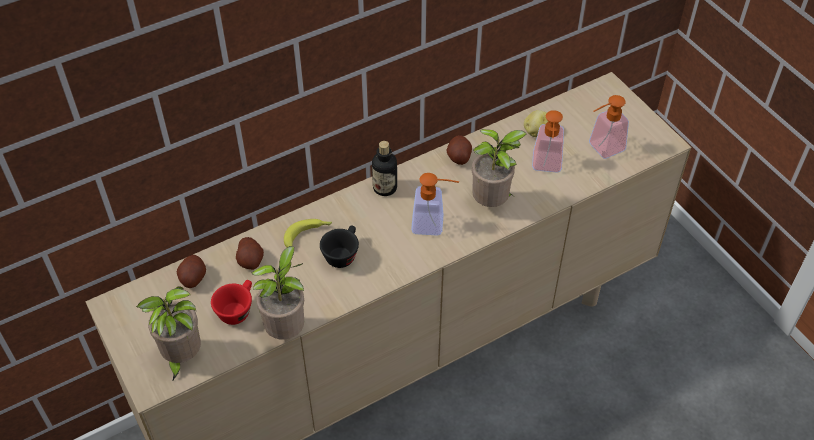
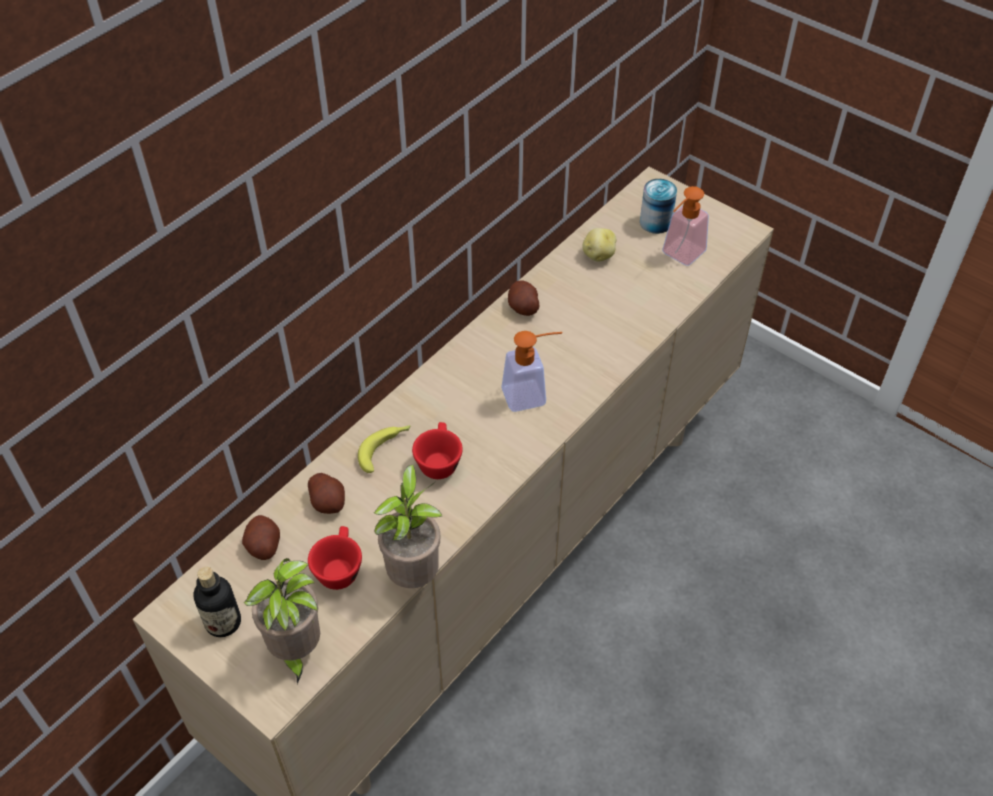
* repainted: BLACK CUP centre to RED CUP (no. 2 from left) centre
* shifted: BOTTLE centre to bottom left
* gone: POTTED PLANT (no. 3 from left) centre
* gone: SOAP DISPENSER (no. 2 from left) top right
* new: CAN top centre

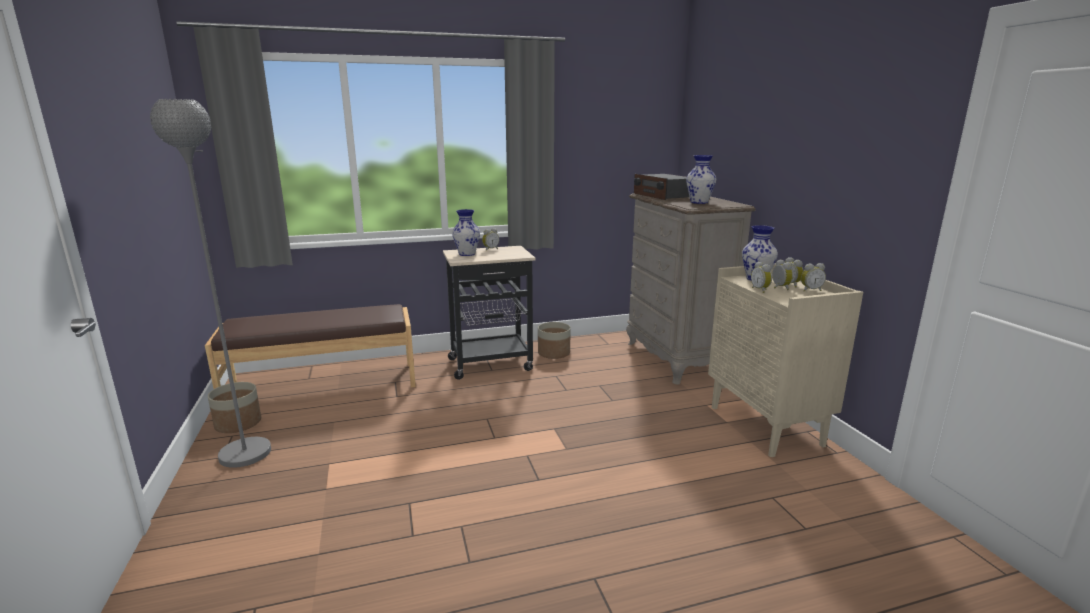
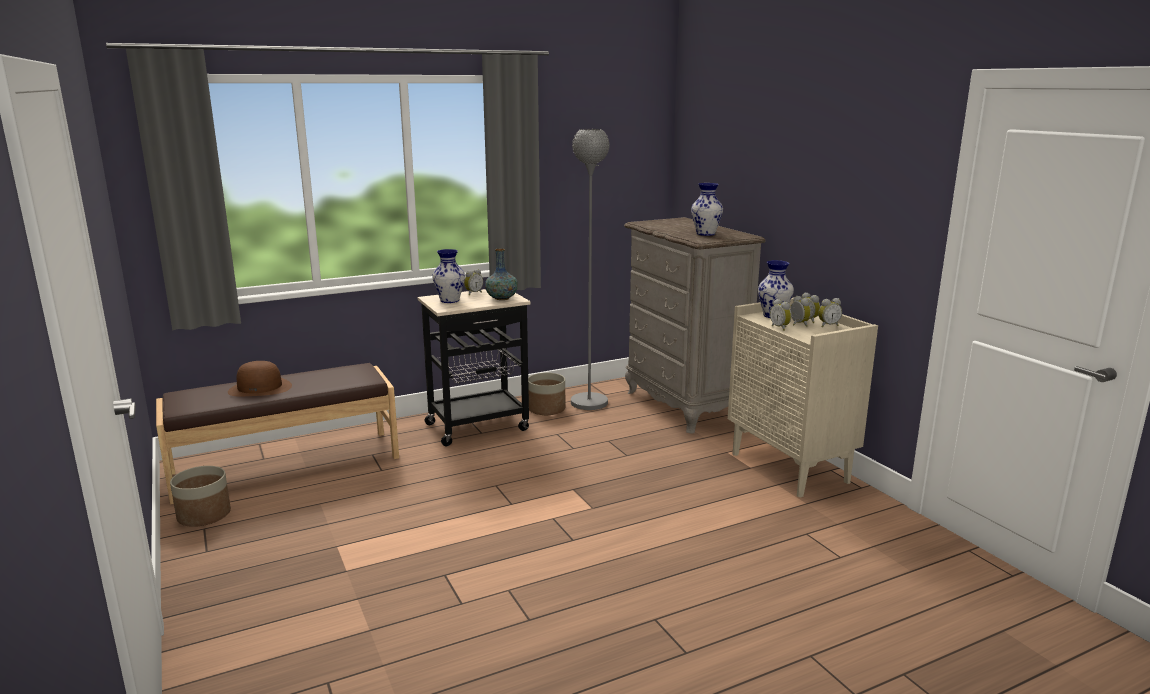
* shifted: GREY FLOOR LAMP middle left to centre
* gone: RADIO top centre
* new: BROWN HAT middle left
* new: VASE (no. 2 from left) centre

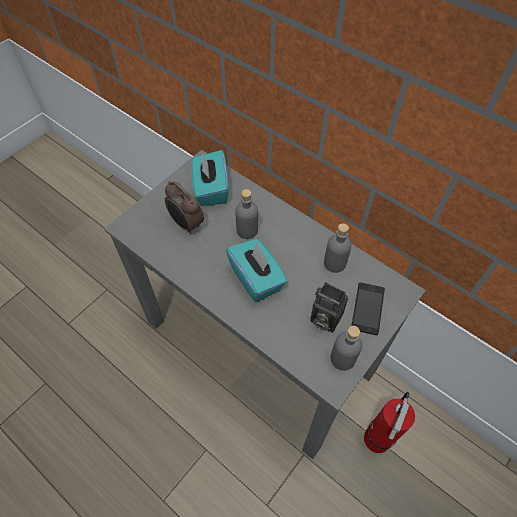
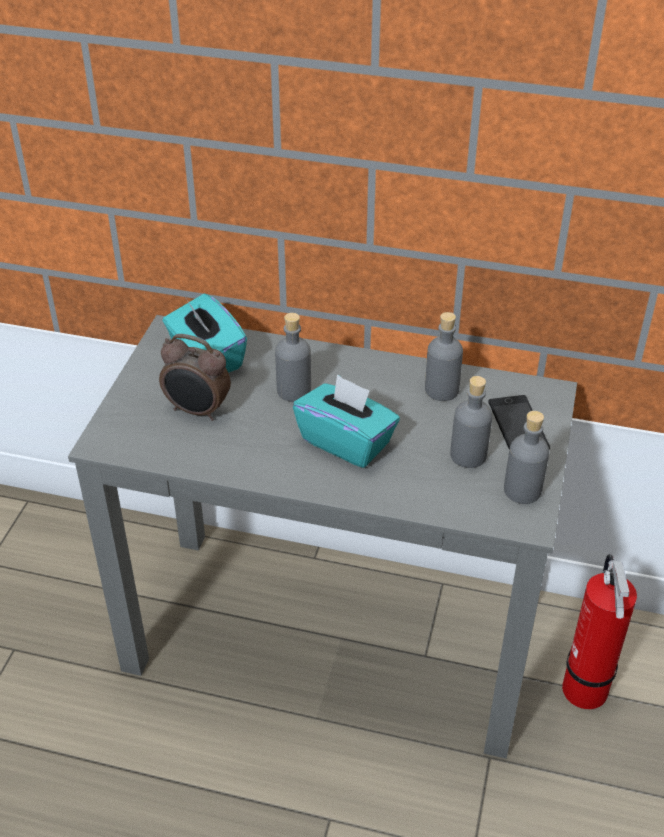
* swapped: PHOTO CAMERA centre to GREY BOTTLE (no. 3 from left) middle right

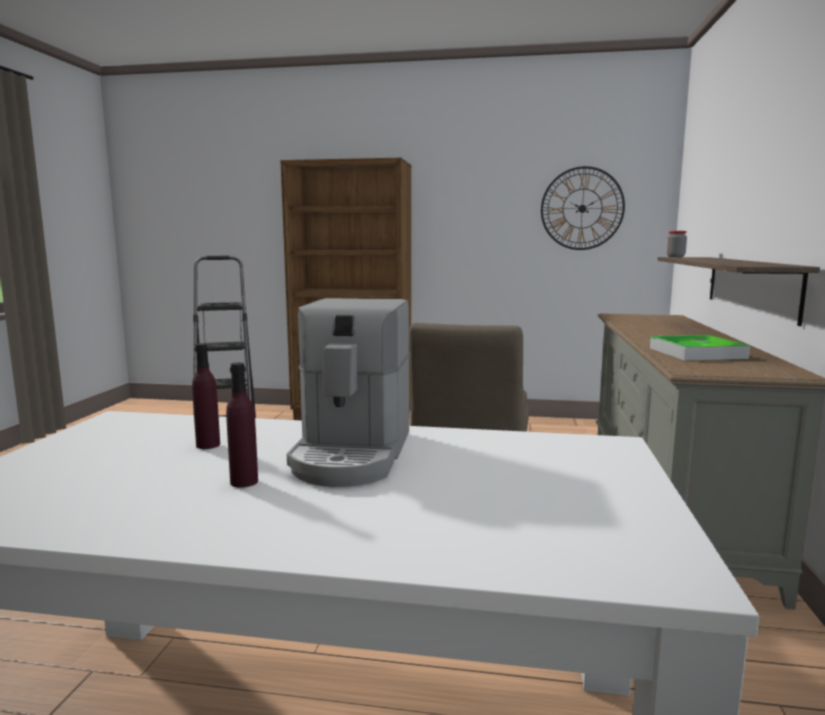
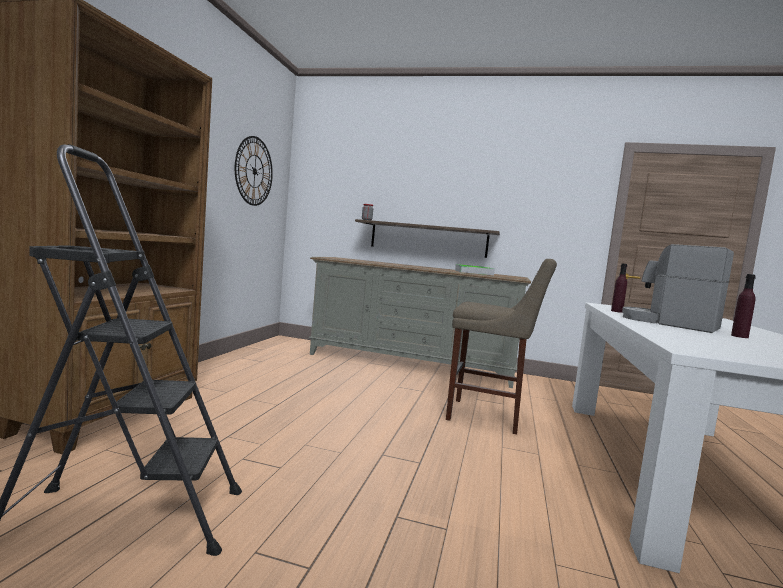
* shifted: PURPLE BOTTLE (no. 1 from left) middle left to middle right
* rotated: COFFEE MACHINE centre = middle right 150 degrees counterclockwise

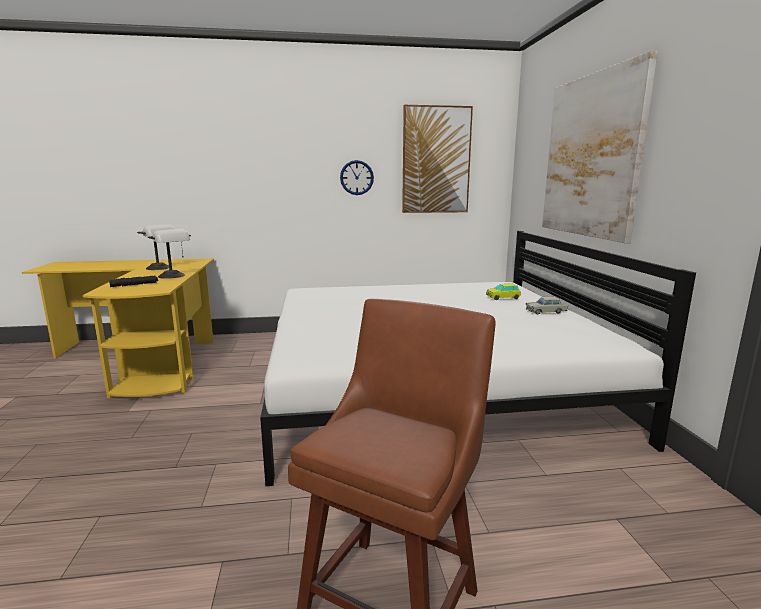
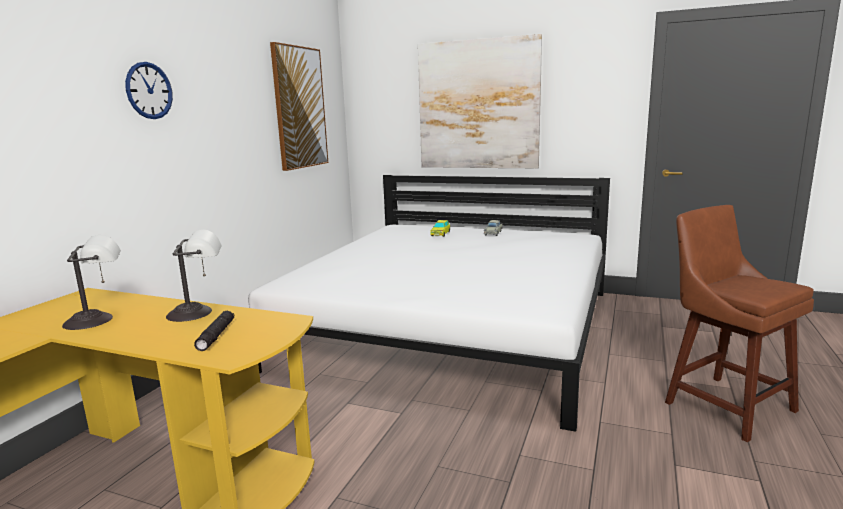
* shifted: WALL CLOCK top centre to top left

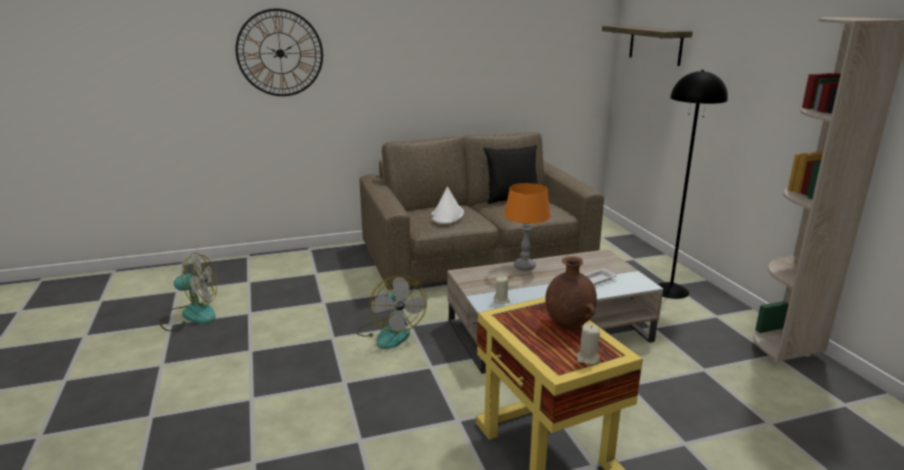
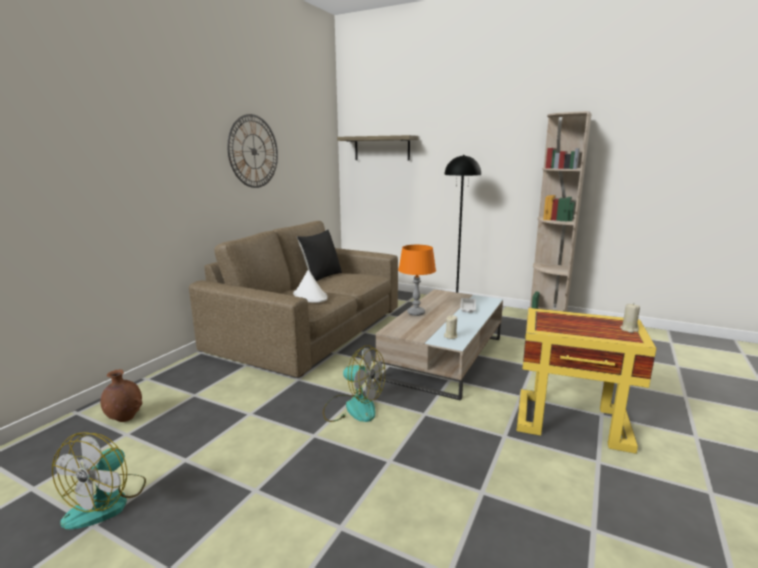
* rotated: FAN (no. 1 from left) middle left = bottom left 150 degrees clockwise
* shifted: WALL CLOCK top left to top centre
* shifted: BROWN VASE centre to bottom left

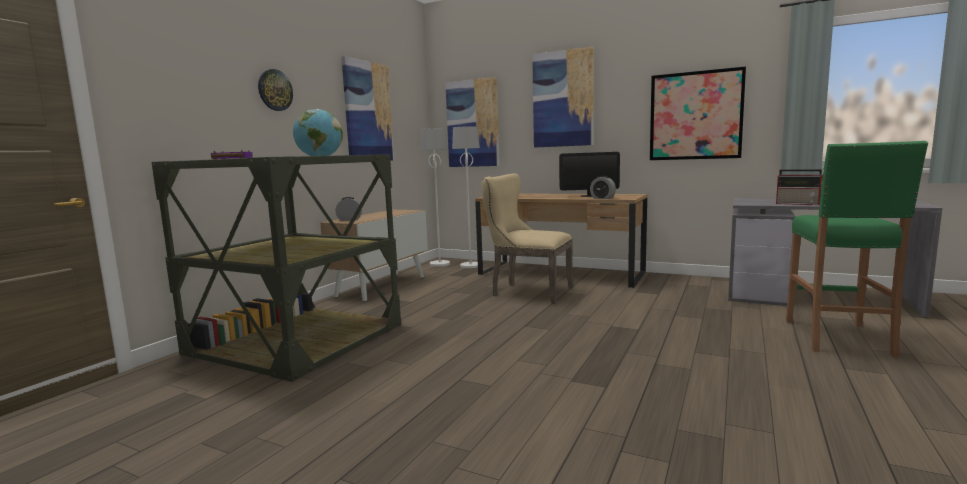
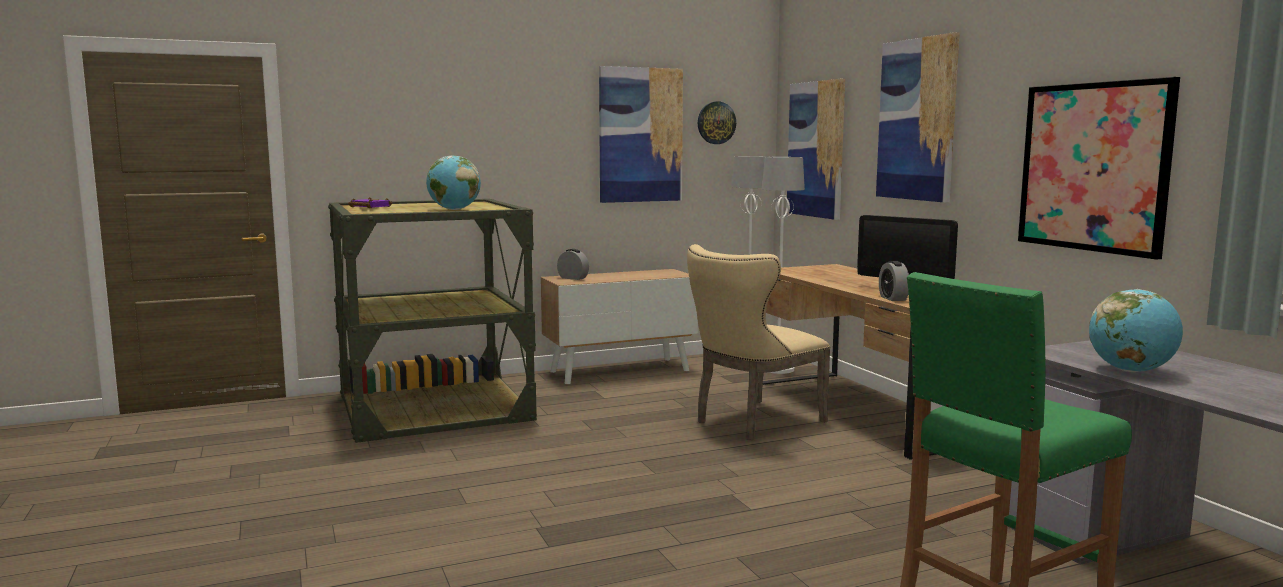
* shifted: WALL CLOCK top left to top centre
* rotated: BEIGE CHAIR centre = centre 105 degrees counterclockwise
* swapped: RADIO middle right to GLOBE (no. 2 from left) middle right

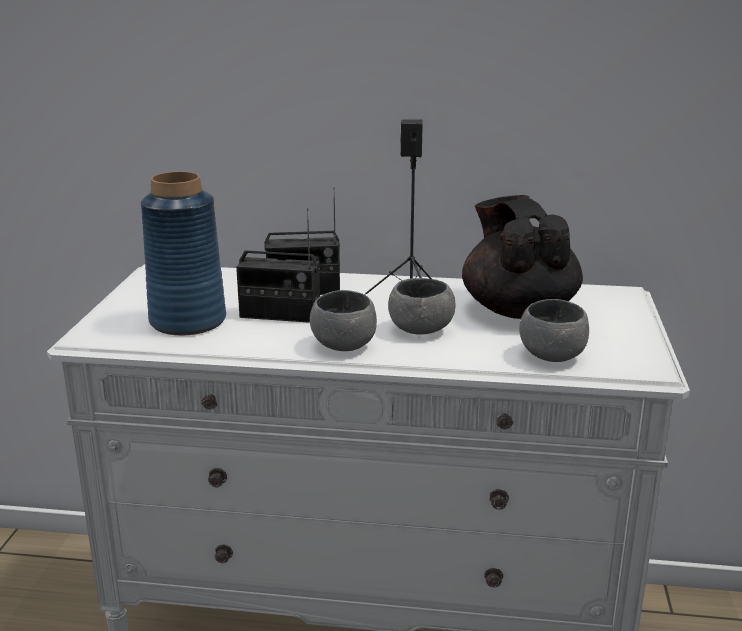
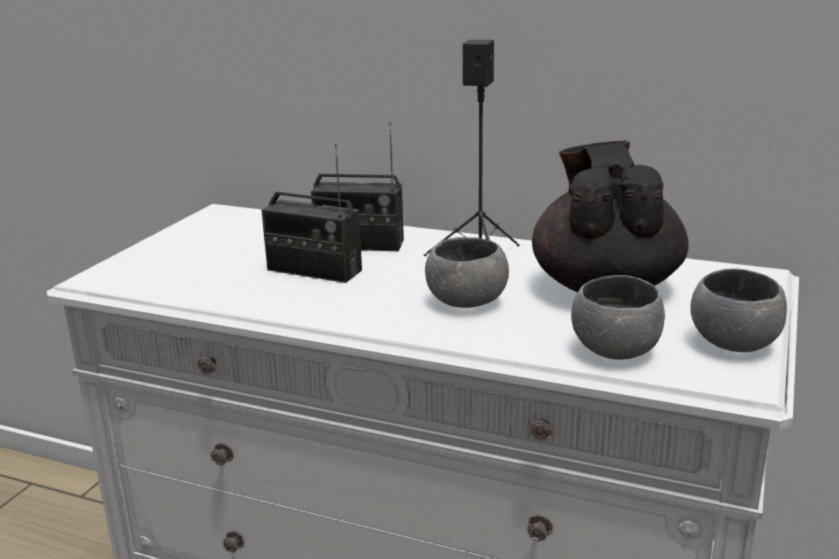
* gone: BLUE VASE middle left
* shifted: GREY BOWL (no. 1 from left in the first image) centre to GREY BOWL (no. 3 from left) middle right

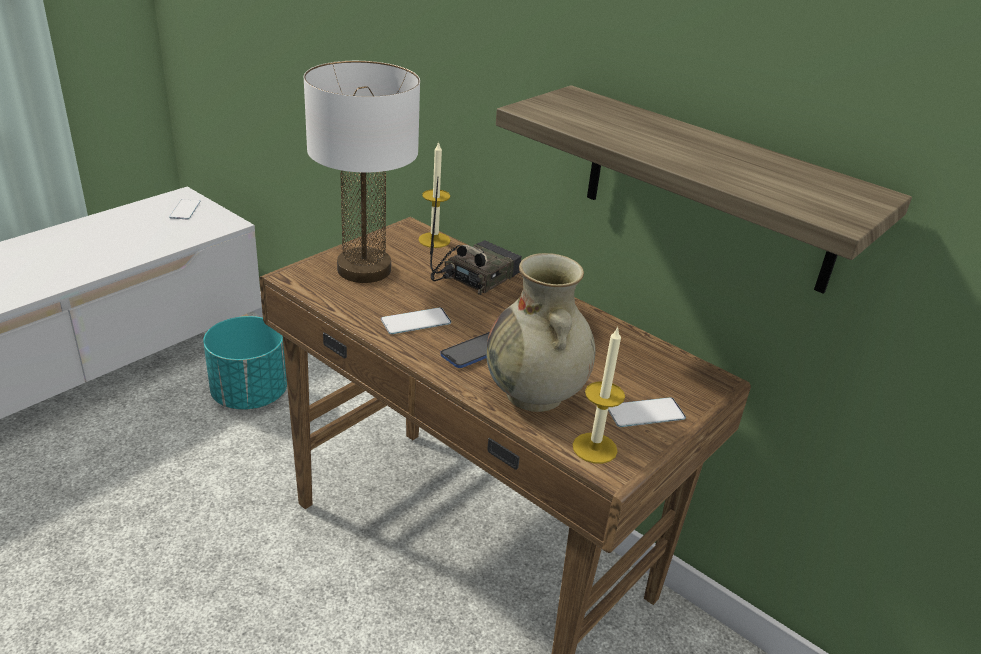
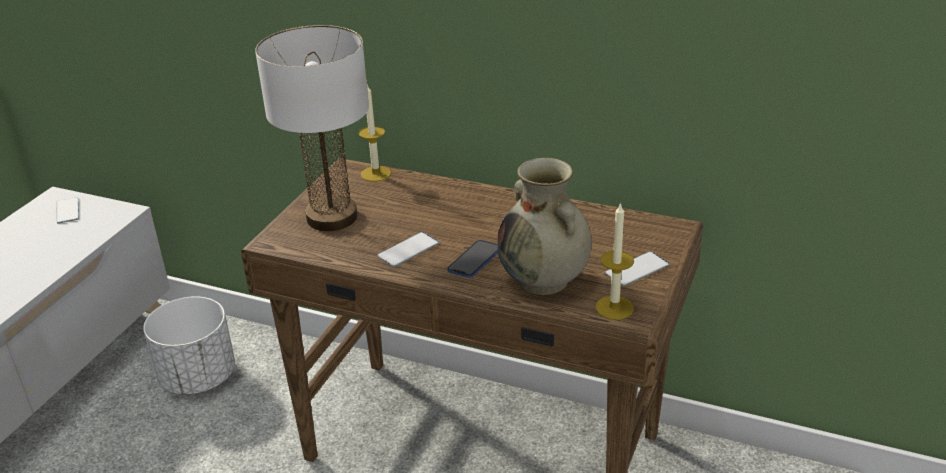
* repainted: TURQUOISE PLANTER middle left to WHITE PLANTER bottom left
* gone: RADIO centre
* gone: SHELF top right

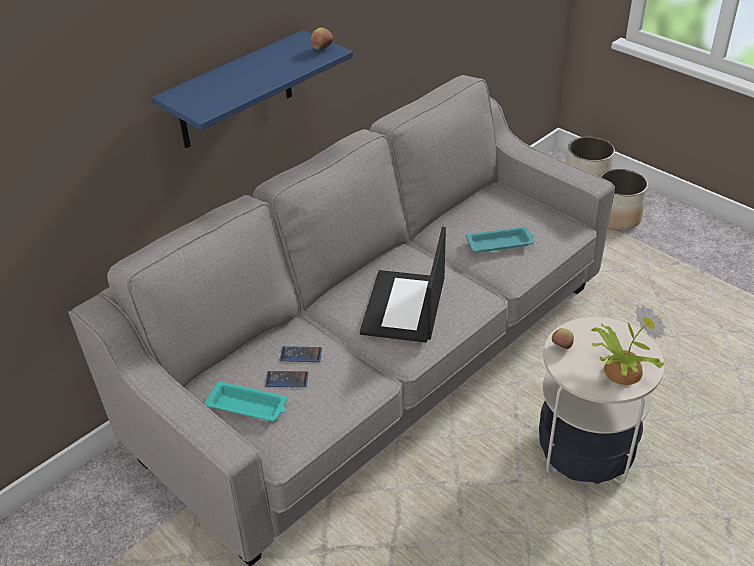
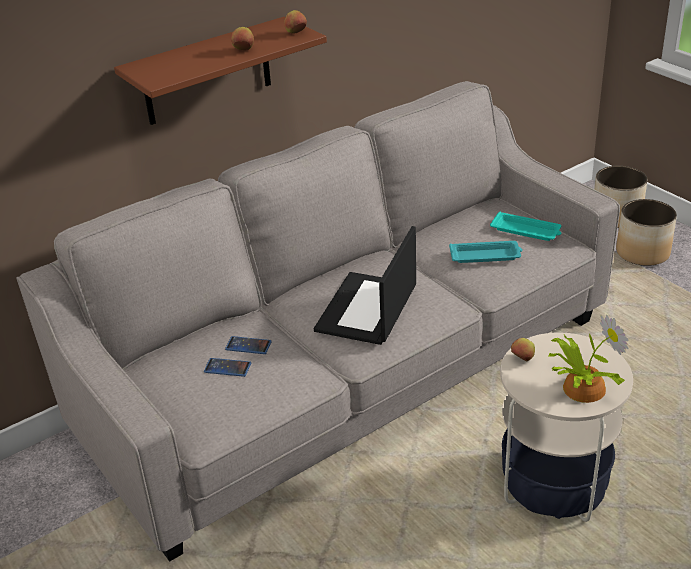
* repainted: BLUE SHELF top centre to BROWN SHELF top left
* shifted: TURQUOISE TRAY (no. 1 from left in the first image) bottom left to TURQUOISE TRAY (no. 2 from left) middle right
* new: APPLE (no. 1 from left) top centre

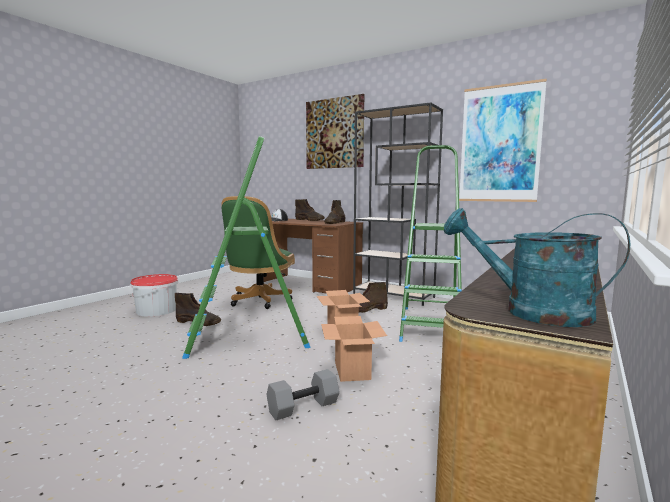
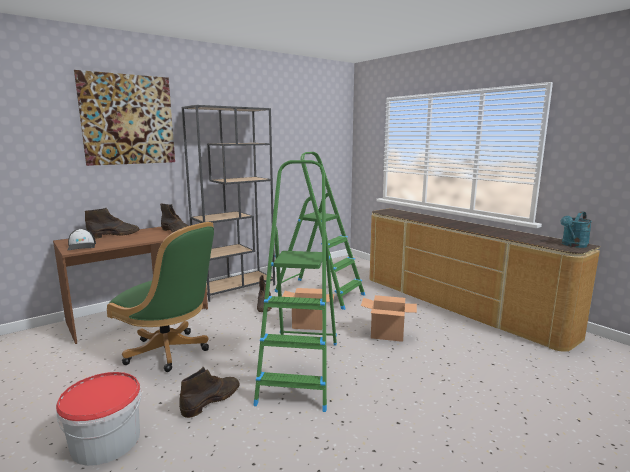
* gone: GREY DUMBBELL bottom centre
* gone: PICTURE (no. 2 from left) top right

